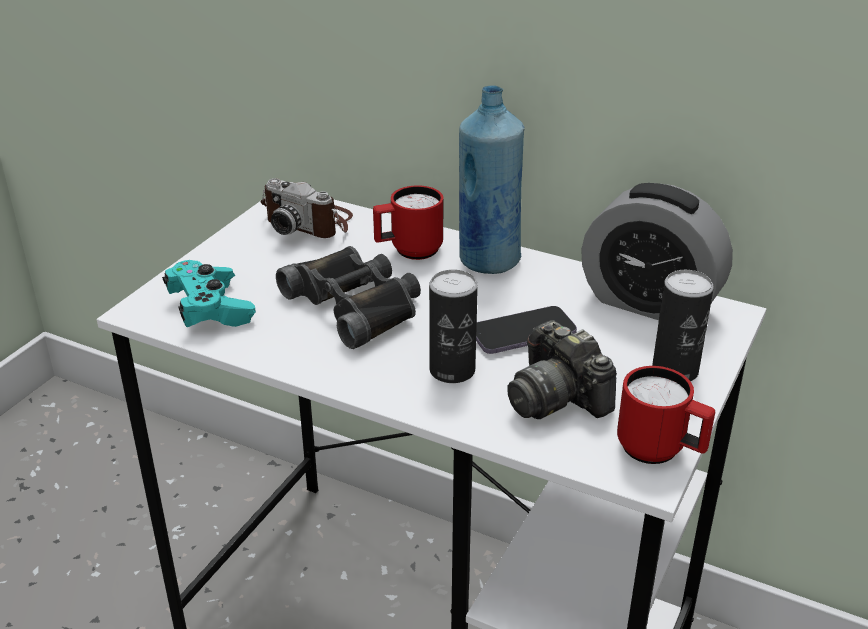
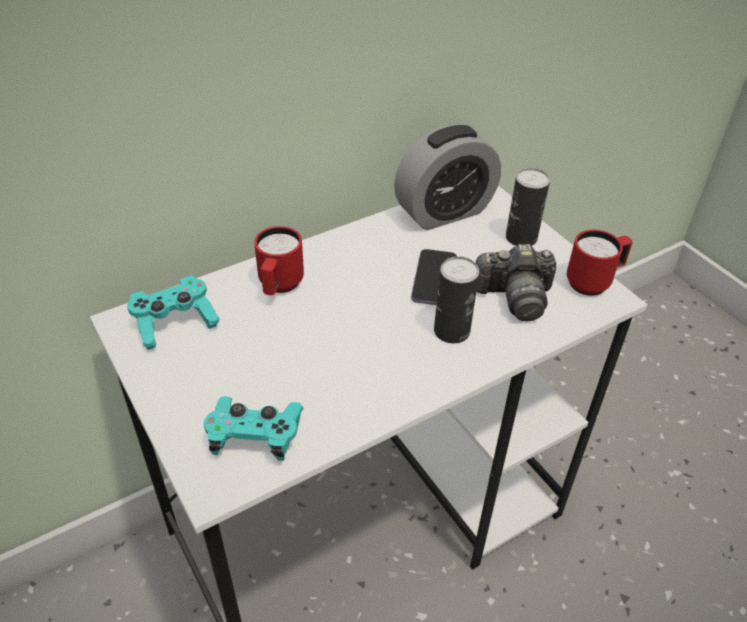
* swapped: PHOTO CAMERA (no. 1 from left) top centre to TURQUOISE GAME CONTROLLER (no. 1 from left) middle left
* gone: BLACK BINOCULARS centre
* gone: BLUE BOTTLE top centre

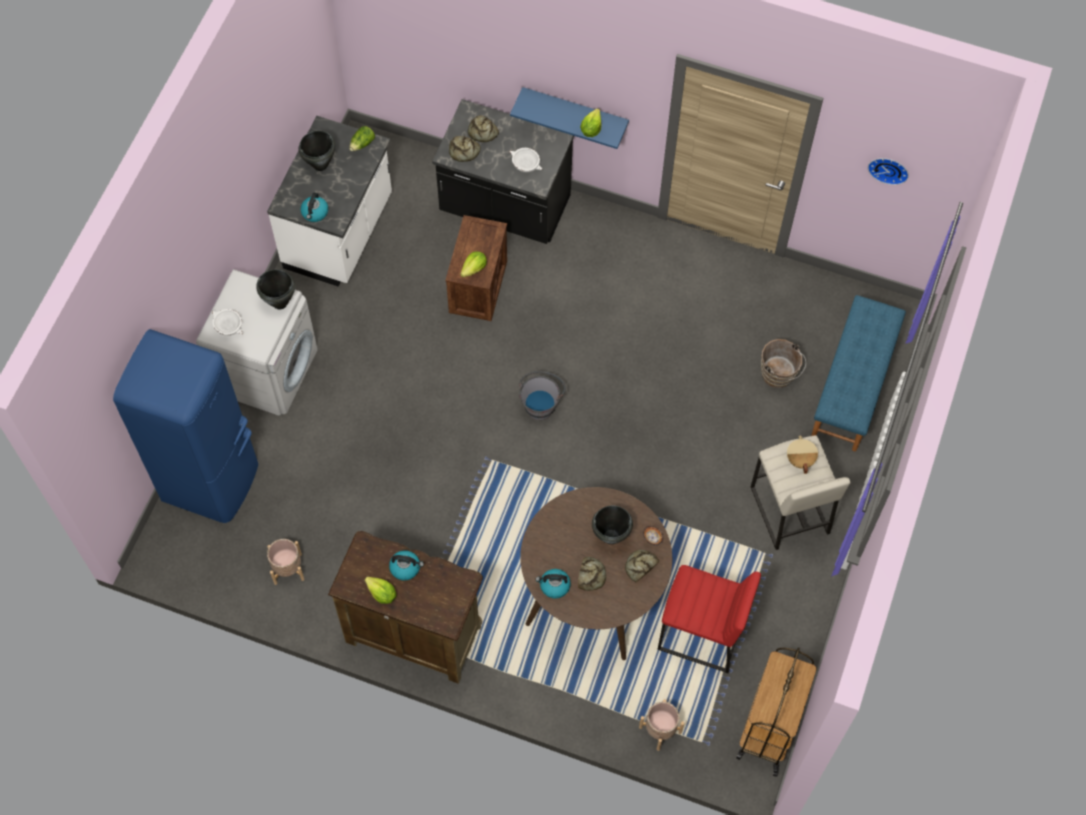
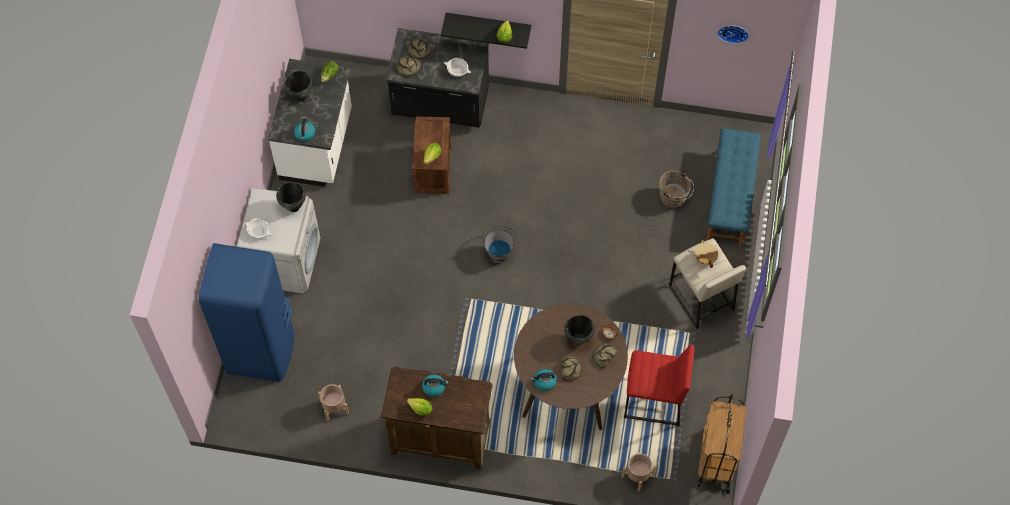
* repainted: BLUE SHELF top centre to BLACK SHELF top centre

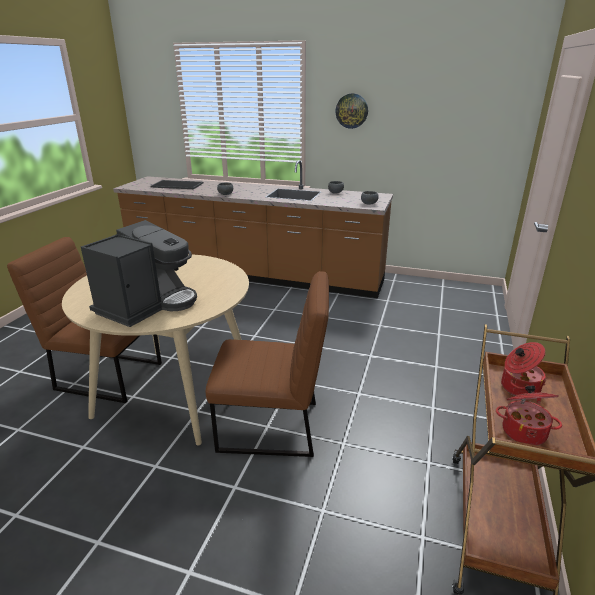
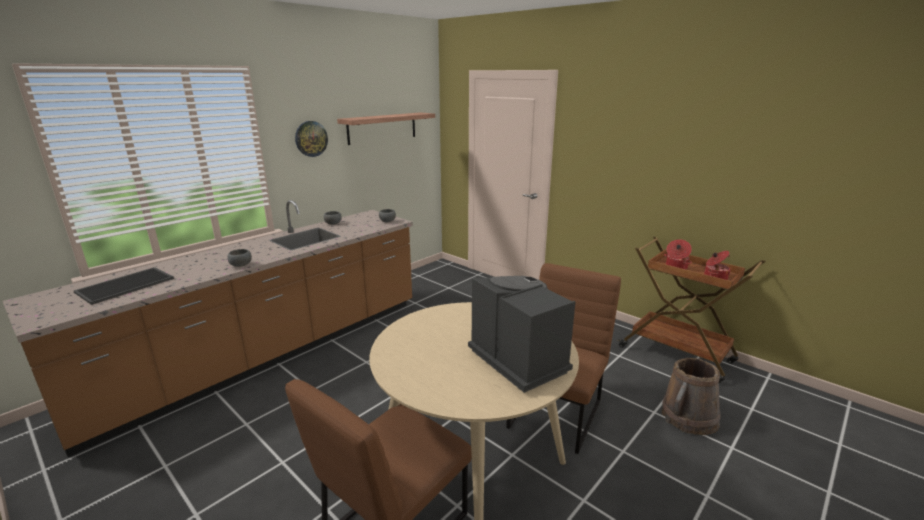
* new: SHELF top centre
* new: BROWN BUCKET bottom right

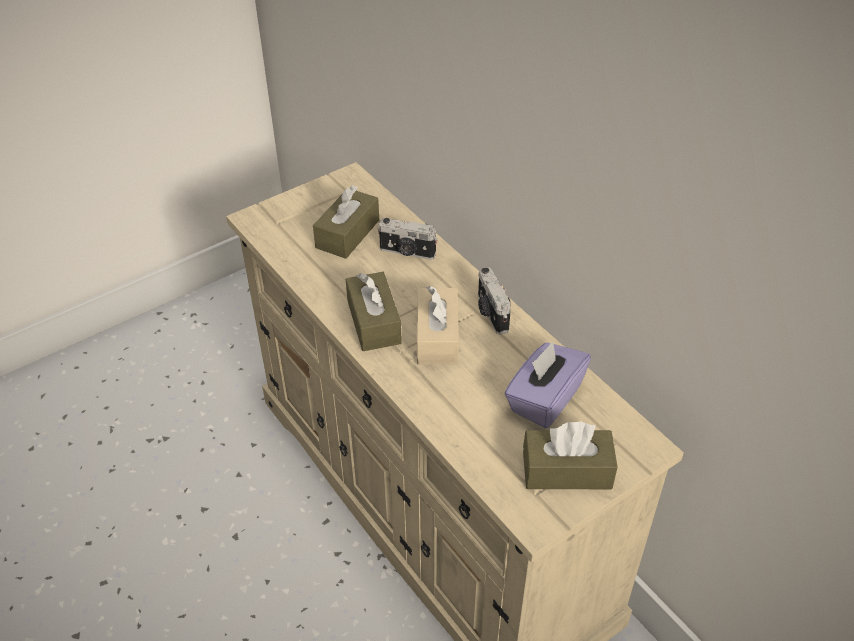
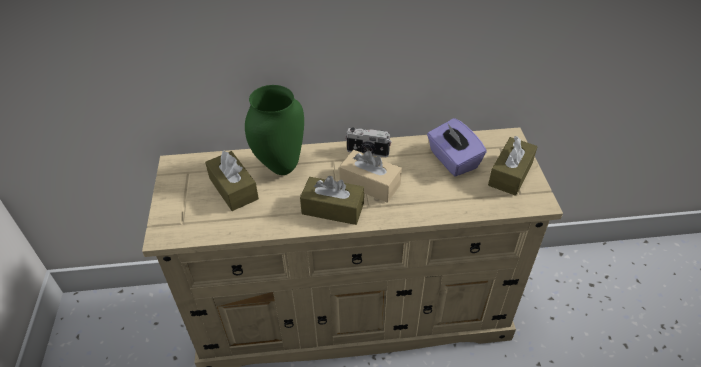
* swapped: PHOTO CAMERA (no. 1 from left) centre to GREEN VASE centre

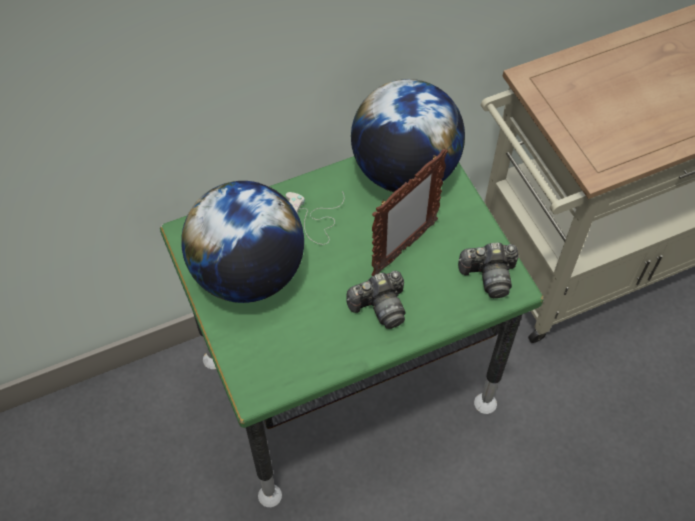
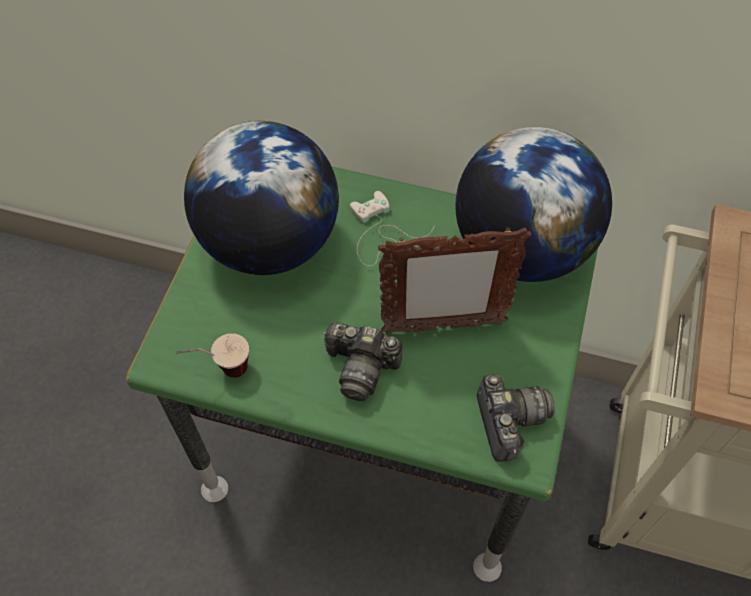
* rotated: PHOTO CAMERA (no. 2 from left) middle right = bottom right 135 degrees counterclockwise
* new: CUP middle left

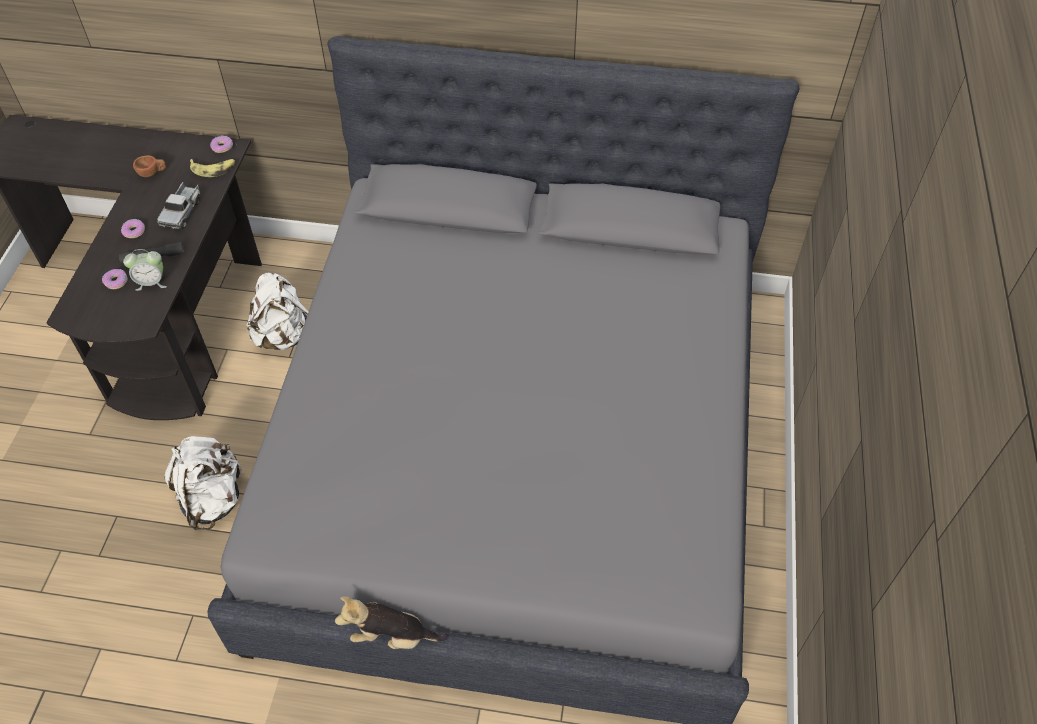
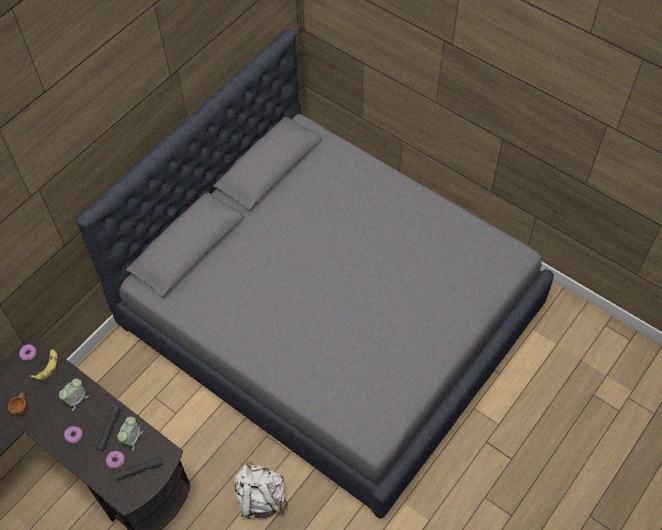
* swapped: TOY TRUCK top left to ALARM CLOCK (no. 1 from left) bottom left
* gone: WHITE BACKPACK (no. 2 from left) middle left
* gone: PLUSH TOY bottom centre
* new: GREY FLASHLIGHT (no. 2 from left) bottom left

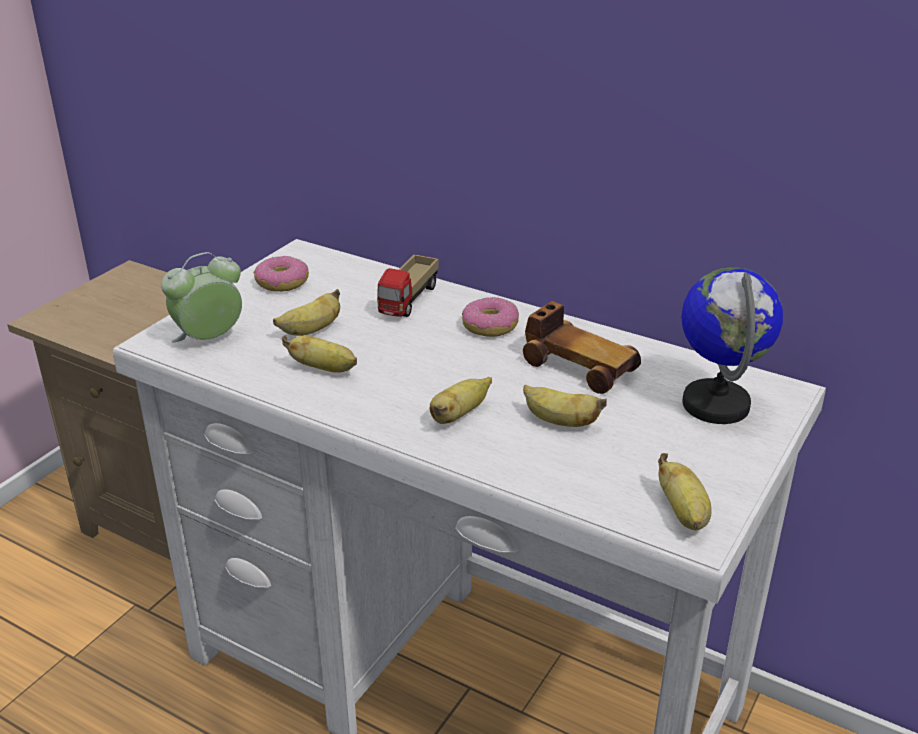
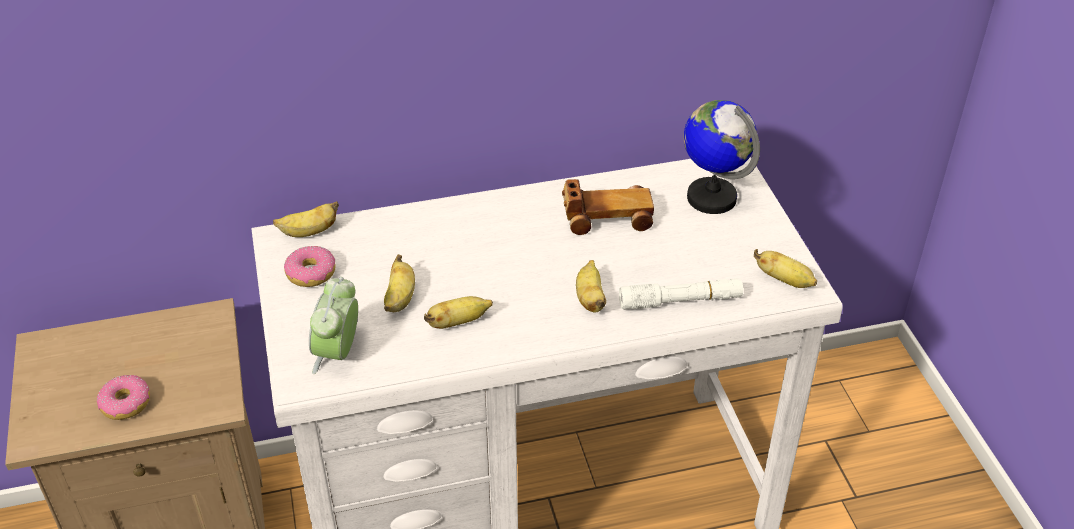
* gone: TOY TRUCK centre
* shifted: DONUT (no. 2 from left in the first image) centre to DONUT (no. 1 from left) bottom left
* shifted: BANANA (no. 4 from left in the first image) centre to BANANA (no. 1 from left) middle left
* new: WHITE FLASHLIGHT centre

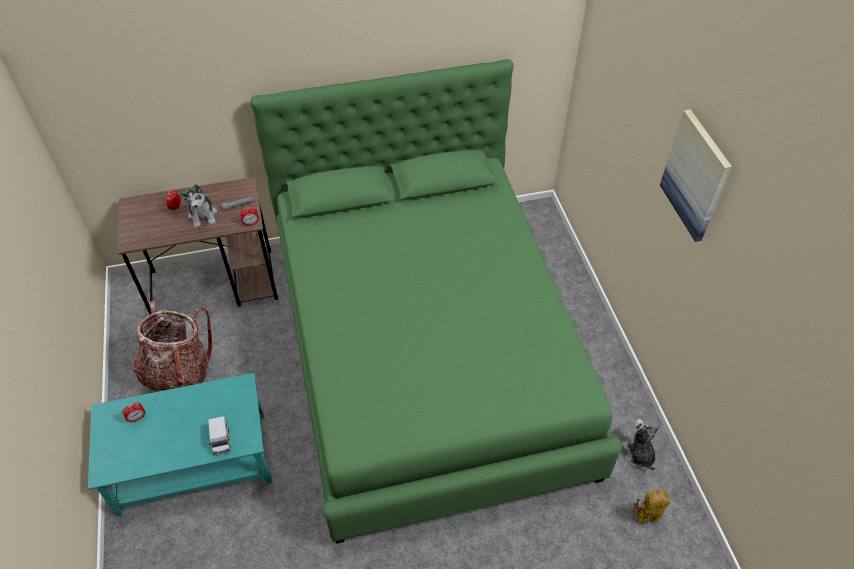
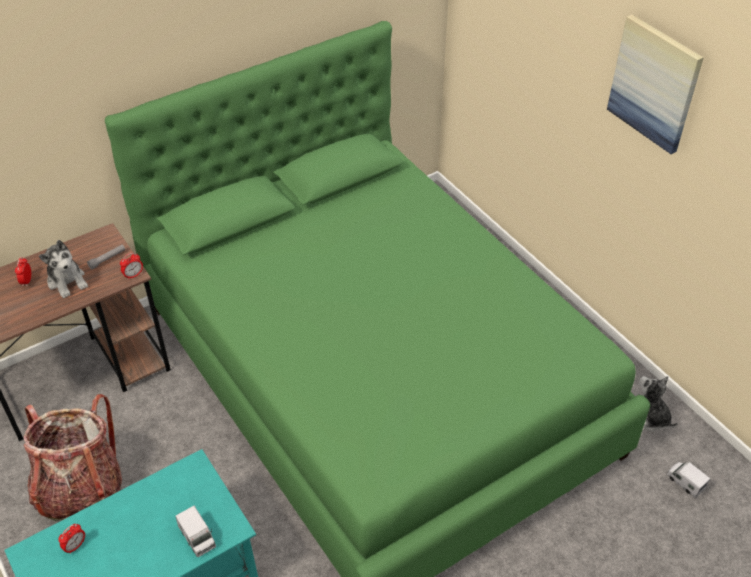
* swapped: TOY ROBOT bottom right to TOY TRUCK (no. 2 from left) bottom right

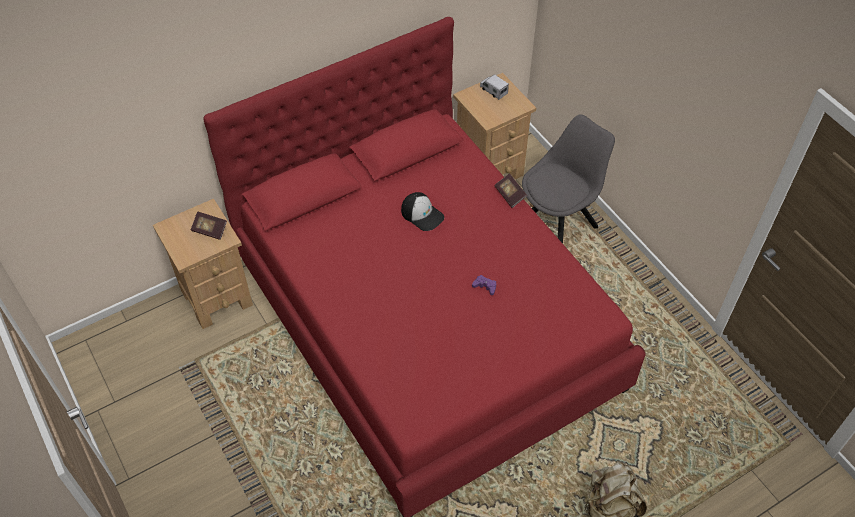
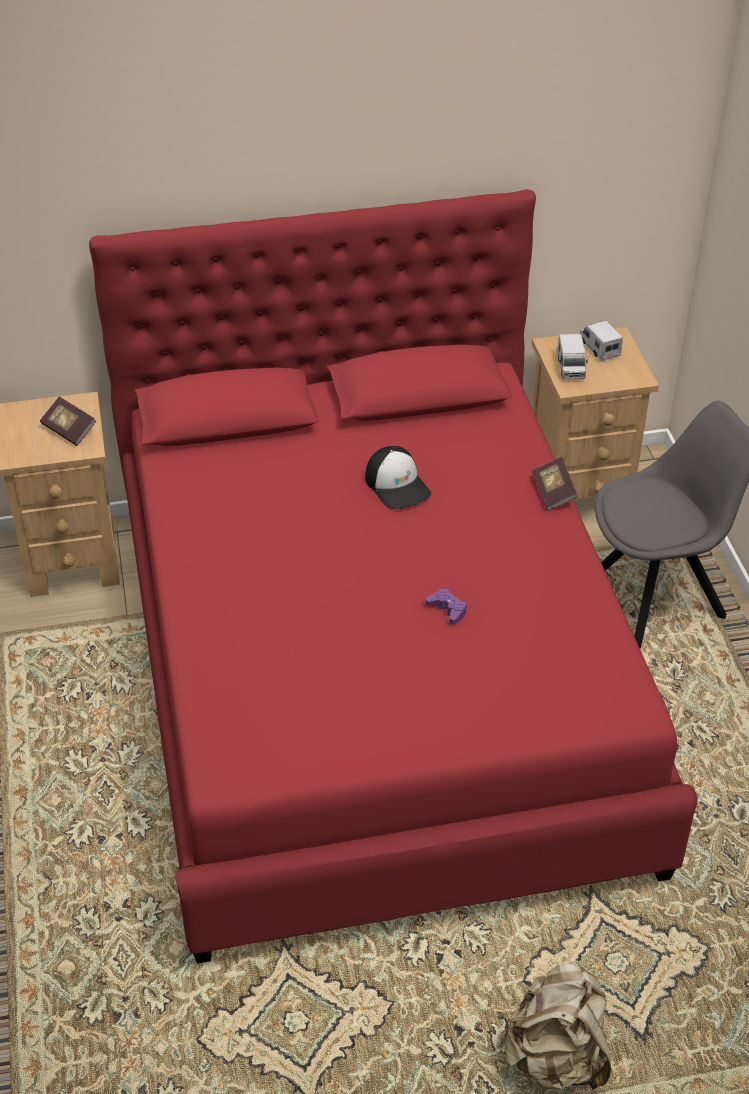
* new: TOY TRUCK (no. 1 from left) top right

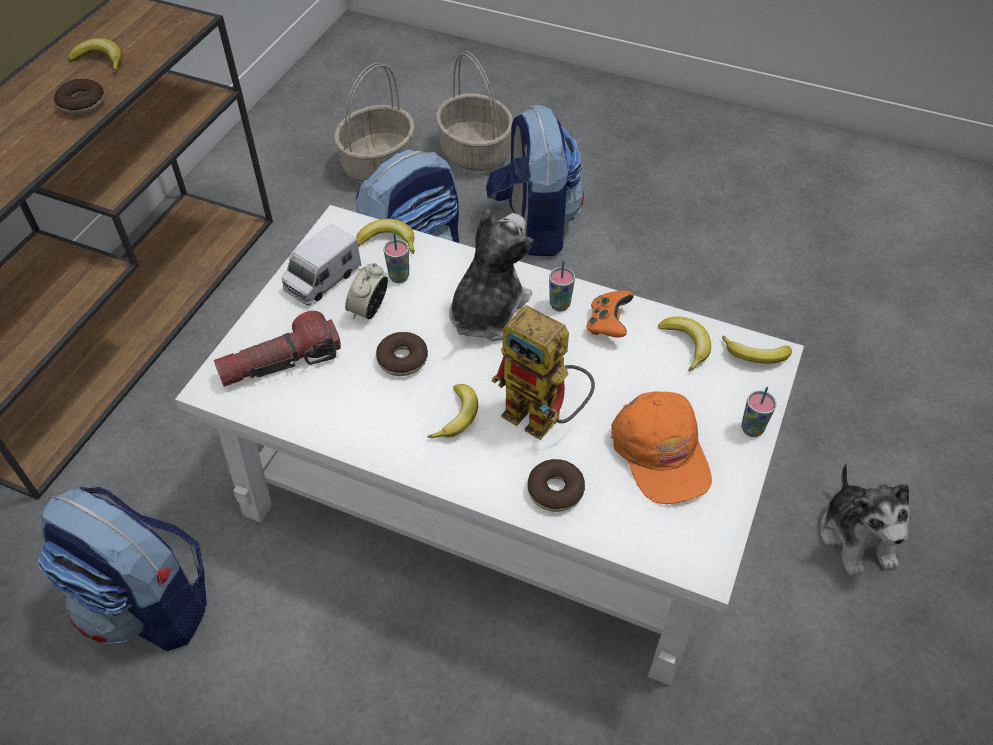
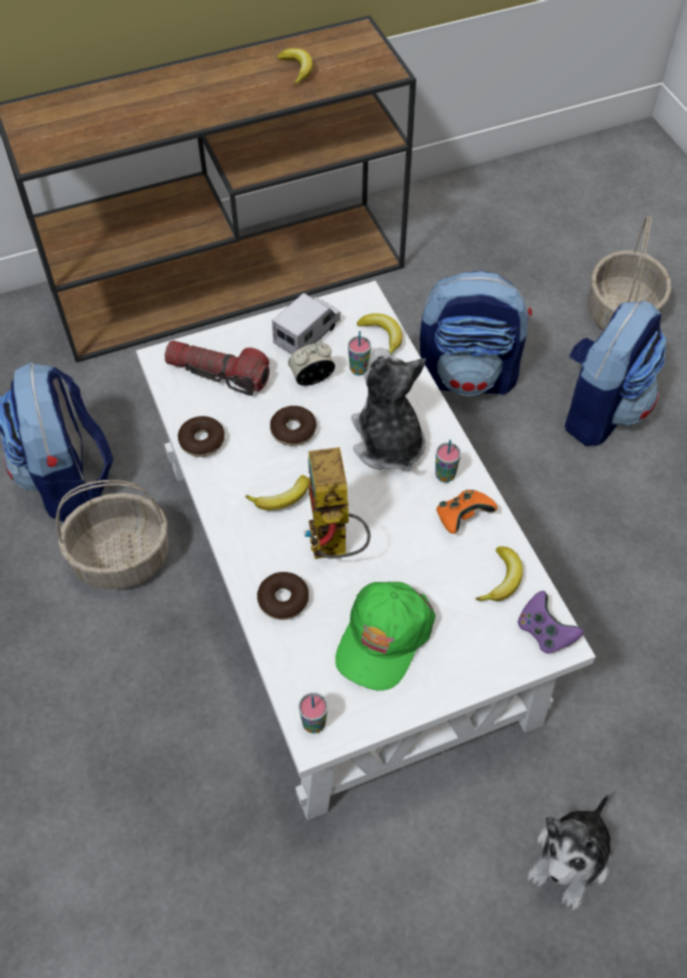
* shifted: DONUT (no. 1 from left) top left to middle left
* rotated: TOY TRUCK middle left = top centre 135 degrees clockwise
* shifted: BASKET (no. 1 from left) top centre to middle left
* rotated: PLUSH TOY (no. 1 from left) centre = centre 90 degrees counterclockwise
* repainted: ORANGE CAP centre to GREEN CAP centre
* swapped: BANANA (no. 5 from left) middle right to PURPLE GAME CONTROLLER middle right
* shifted: CUP (no. 3 from left in the first image) middle right to CUP (no. 1 from left) bottom centre

